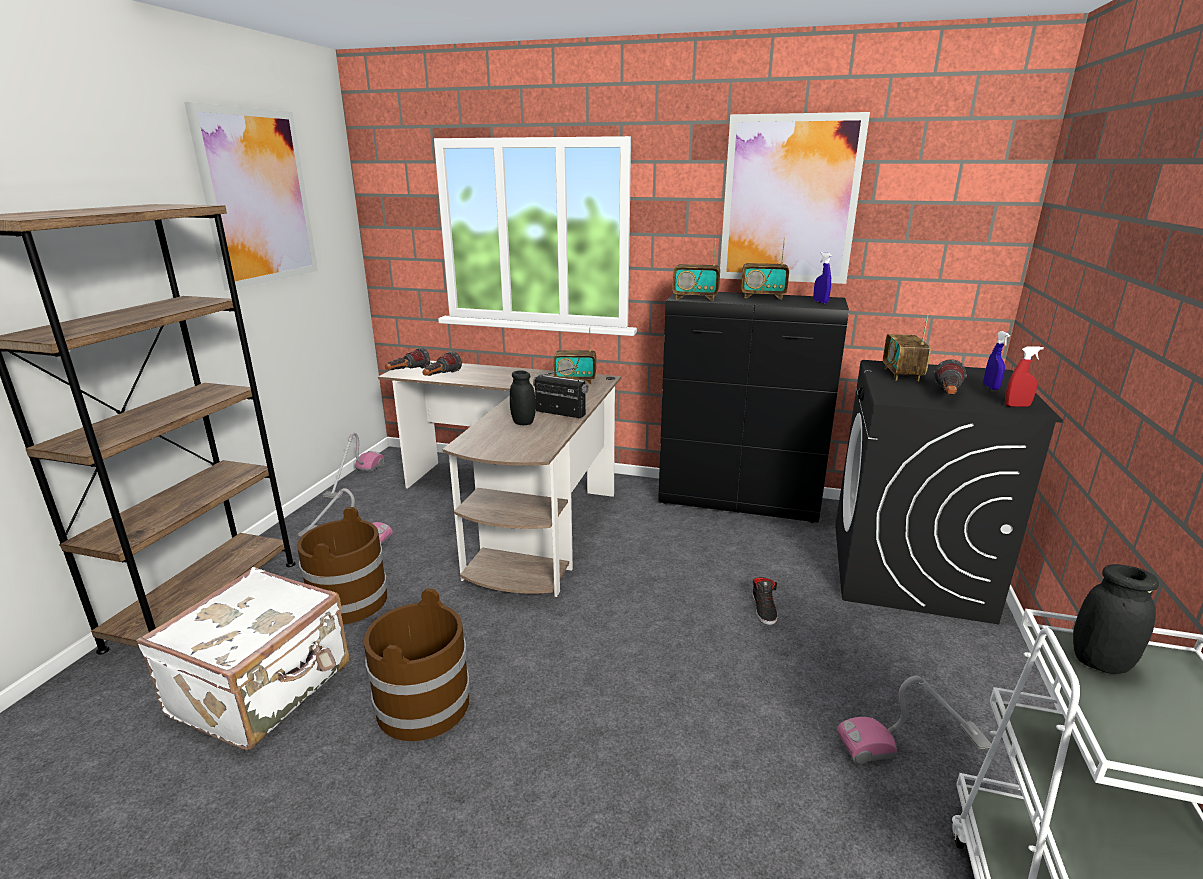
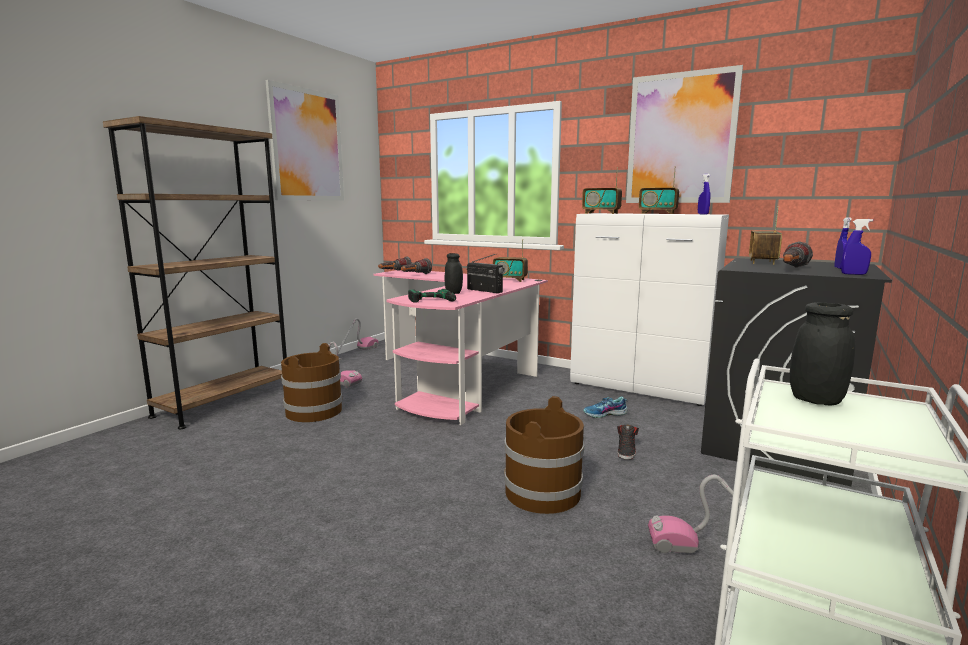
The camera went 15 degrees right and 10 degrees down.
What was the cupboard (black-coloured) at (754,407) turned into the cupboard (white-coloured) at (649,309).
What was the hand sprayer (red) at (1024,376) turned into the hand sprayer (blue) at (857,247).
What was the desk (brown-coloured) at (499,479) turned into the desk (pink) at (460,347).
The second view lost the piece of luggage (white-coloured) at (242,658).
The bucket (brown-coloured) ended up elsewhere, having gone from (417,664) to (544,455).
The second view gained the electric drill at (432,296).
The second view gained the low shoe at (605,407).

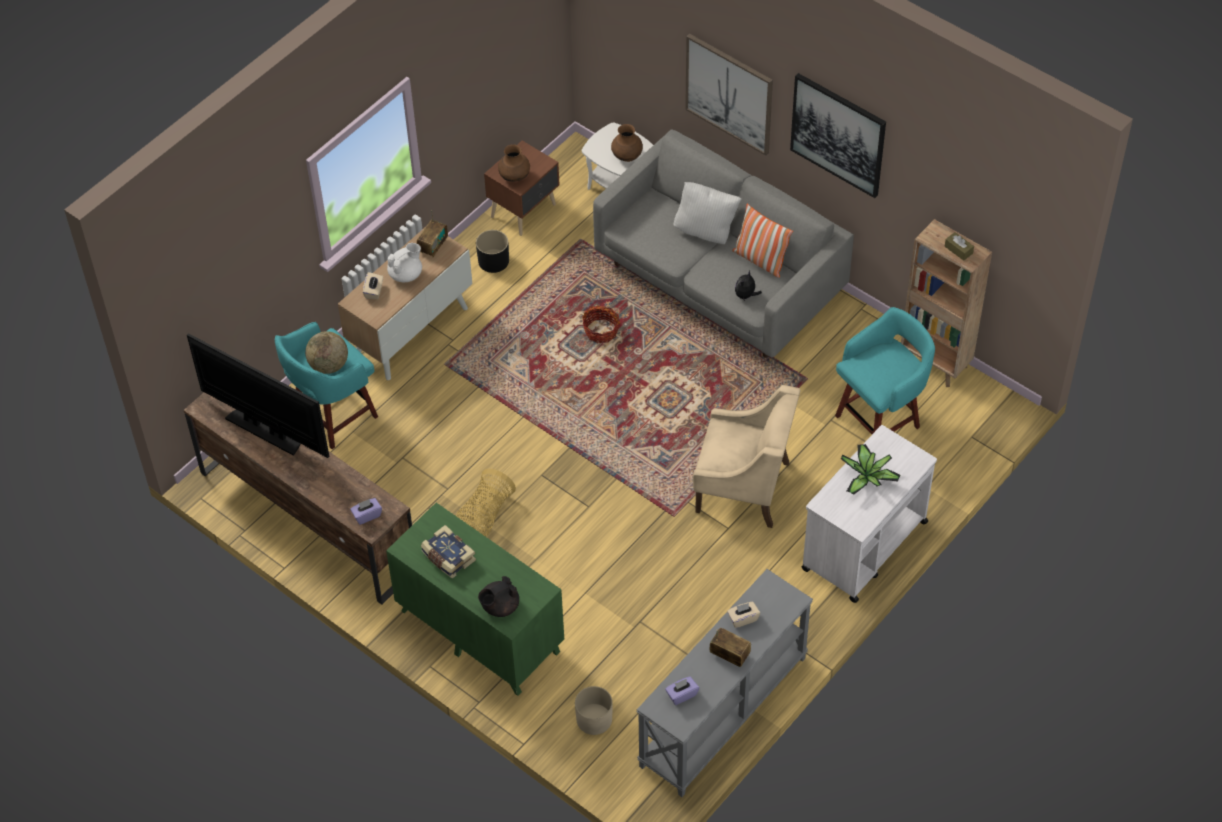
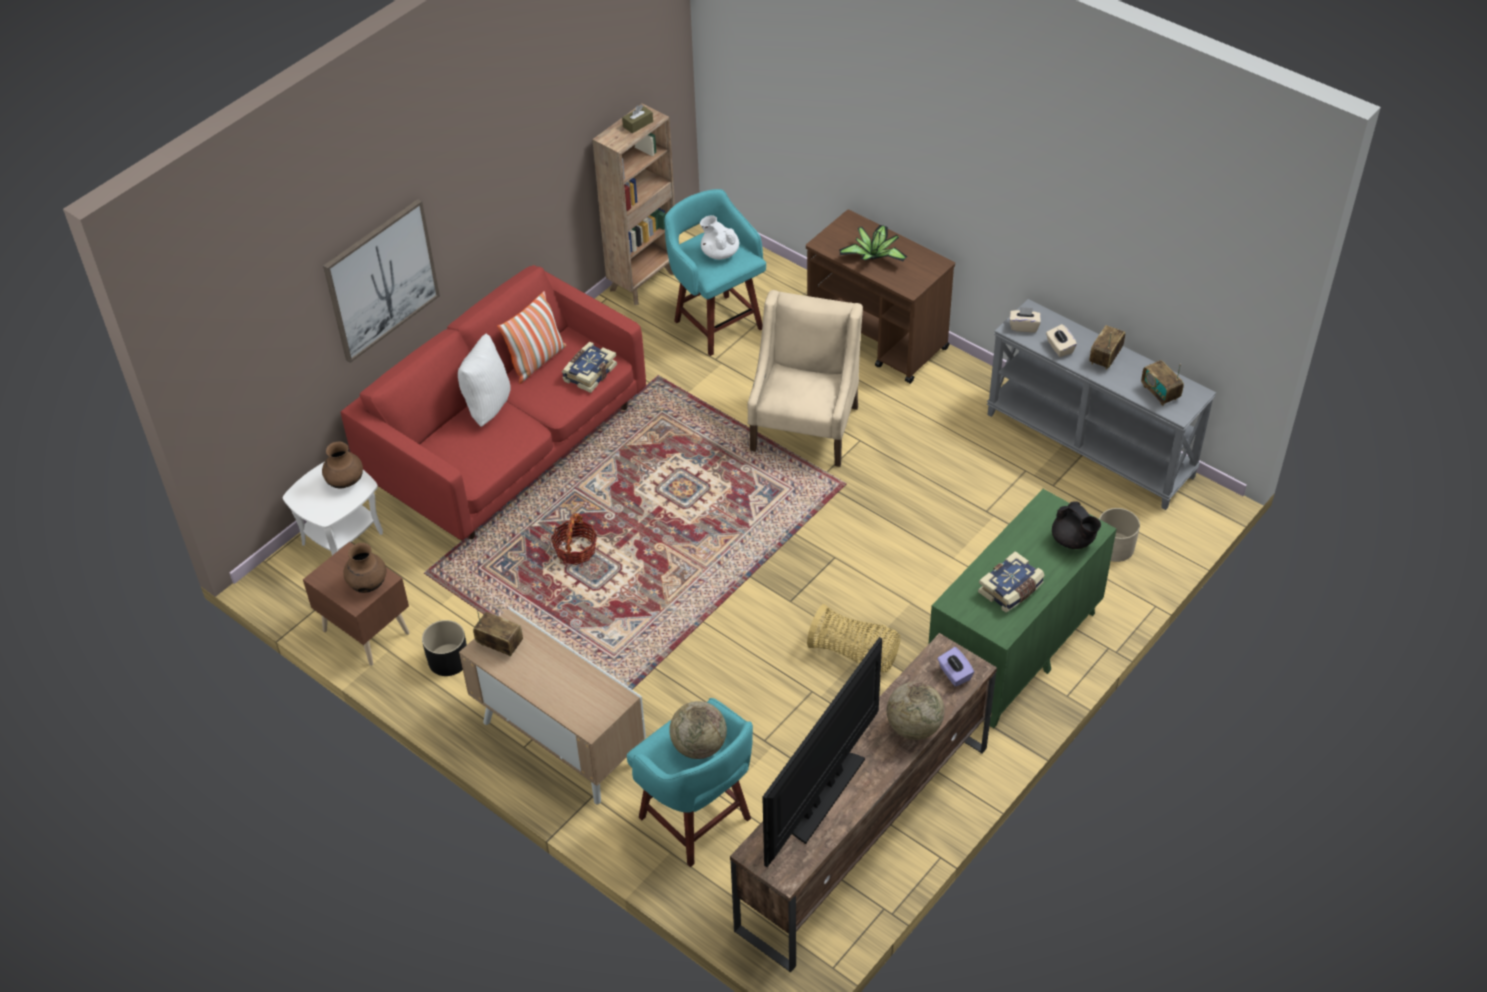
The camera went 90 degrees left and 5 degrees down.
The second view lost the wall art at (838,135).
What was the couch (greyish) at (723,243) turned into the couch (red) at (493,402).
The teapot (white-coloured) ended up elsewhere, having gone from (404,262) to (719,237).
Where the cuddly toy stood at (748,285), the bound book came to stand at (589,367).
The box of tissues (sand-coloured) ended up elsewhere, having gone from (373,286) to (1025,319).
What was the wheeled cart (white-coloured) at (869,514) turned into the wheeled cart (brown-coloured) at (880,297).
Where the box of tissues (purple-coloured) stood at (682,690), the radio set came to stand at (1162,383).
The second view gained the world globe at (916,711).

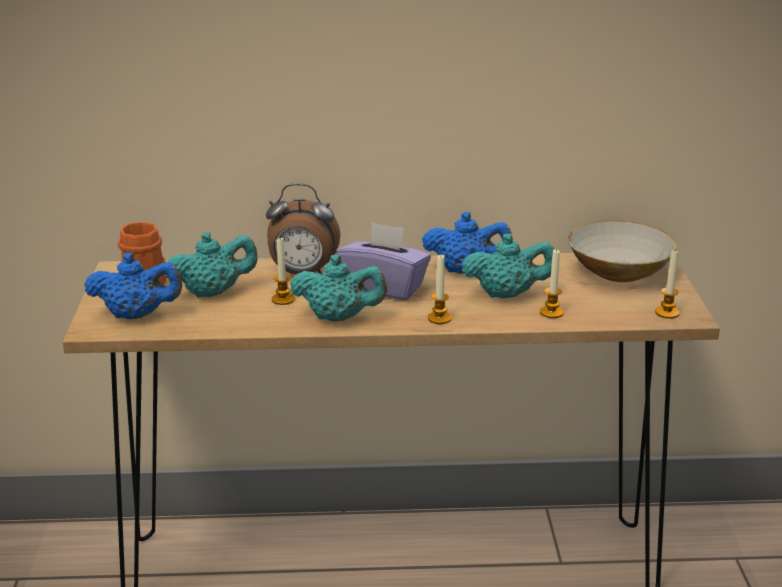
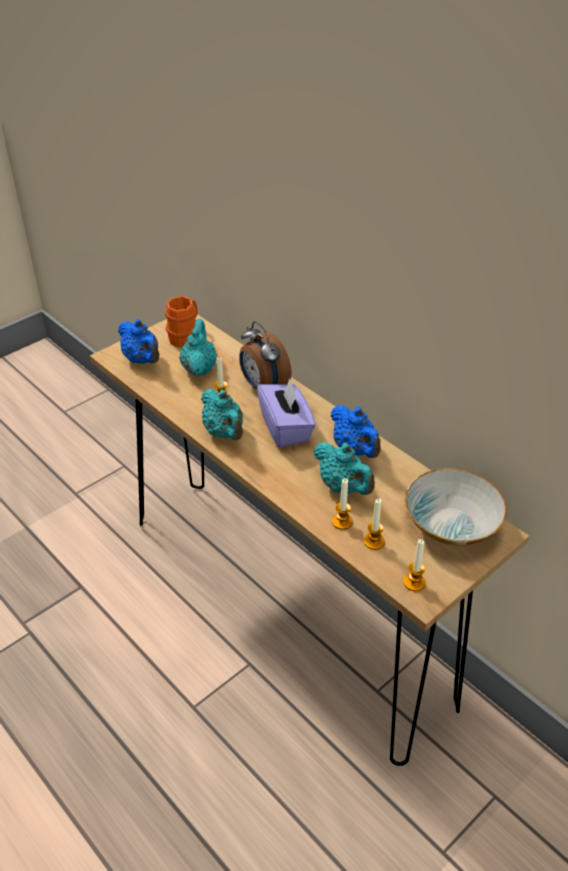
The camera went 50 degrees right and 15 degrees up.
The teapot (turquoise-coloured) at (211,265) ended up facing another way, 120 degrees counterclockwise from before.
The wax light ended up elsewhere, having gone from (440,289) to (374,524).

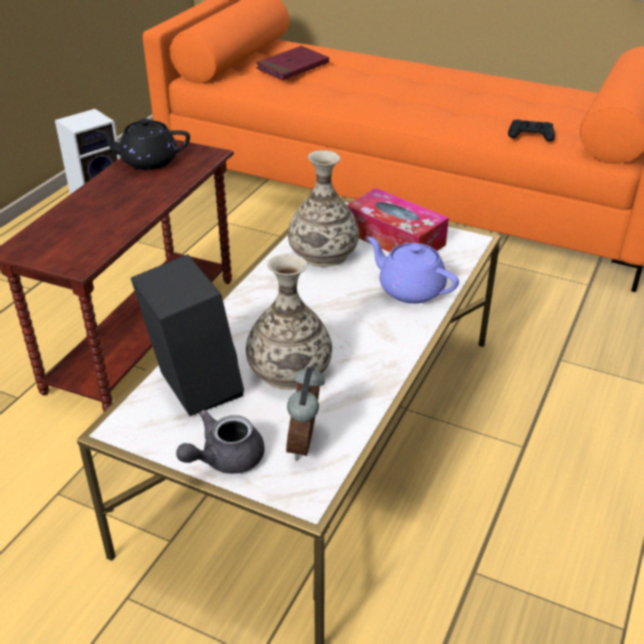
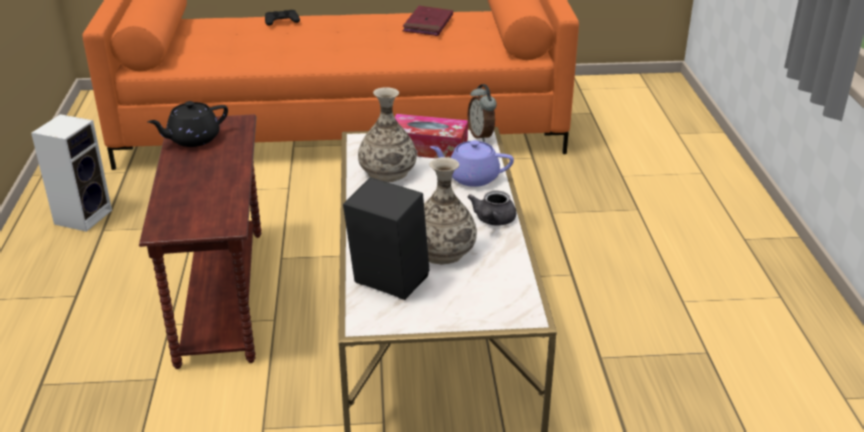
The camera went 30 degrees left and 5 degrees down.
The bound book (red) ended up elsewhere, having gone from (292,63) to (428,21).
The game controller (black-coloured) ended up elsewhere, having gone from (531,130) to (282,18).
The alarm clock ended up elsewhere, having gone from (305,413) to (482,113).
The teapot (greyish) ended up elsewhere, having gone from (220,442) to (492,208).

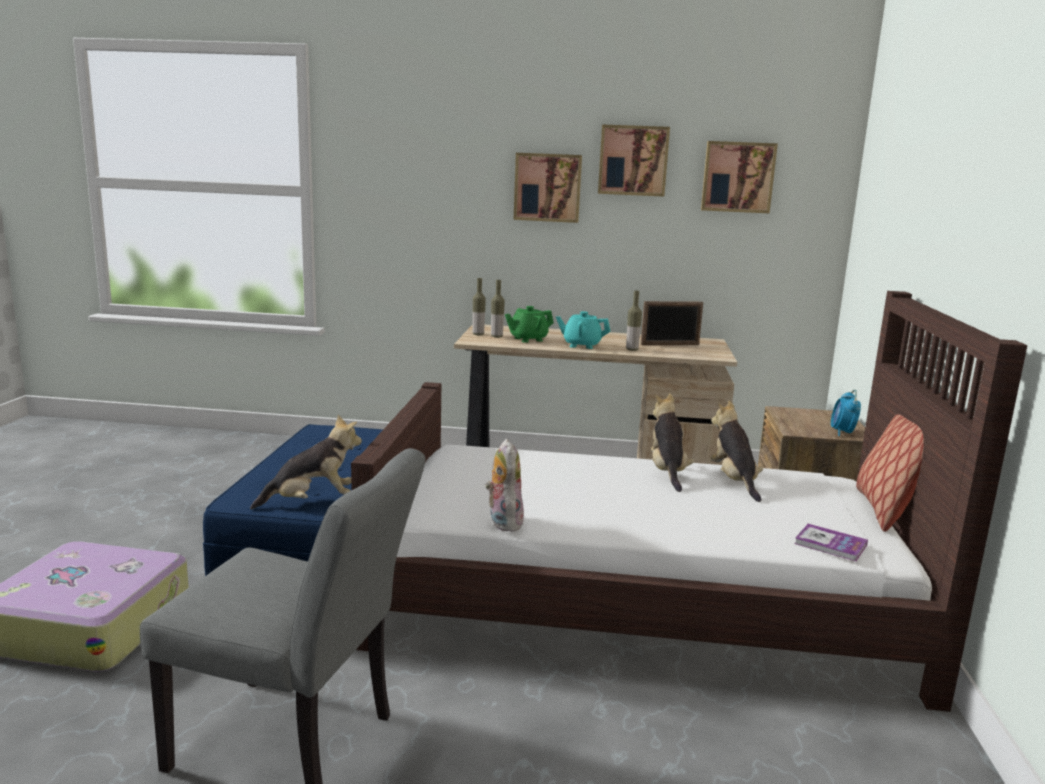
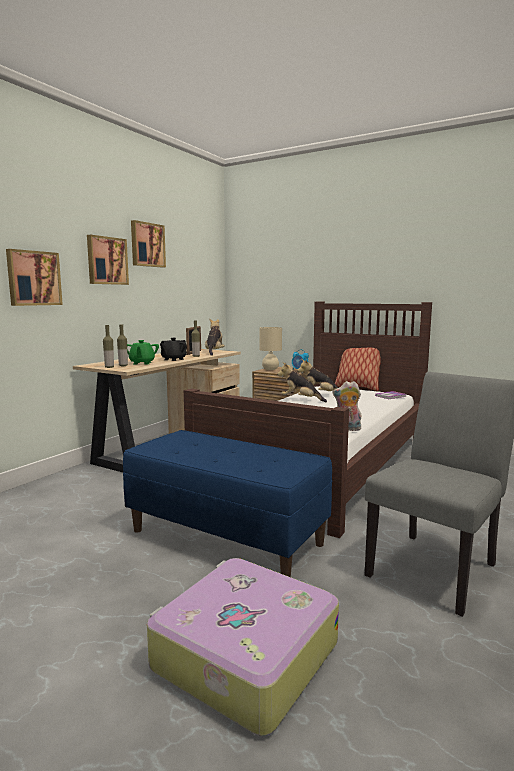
The camera went 65 degrees left and 5 degrees down.
The wall art ended up elsewhere, having gone from (739,177) to (34,277).
What was the teapot (turquoise-coloured) at (583,330) turned into the teapot (black-coloured) at (173,349).
The cuddly toy ended up elsewhere, having gone from (306,462) to (215,337).
The second view gained the table lamp (sand-coloured) at (270,348).

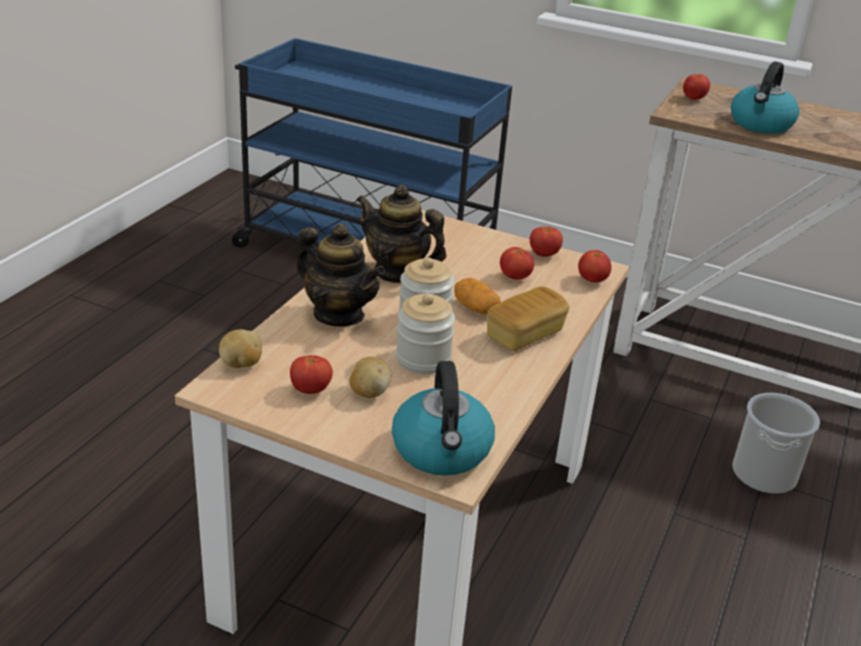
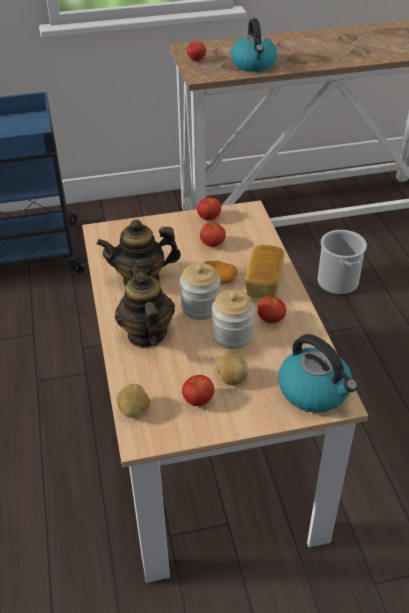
The camera went 35 degrees left and 10 degrees up.
The teapot at (340,275) ended up facing another way, 105 degrees counterclockwise from before.
The tomato ended up elsewhere, having gone from (595,266) to (271,309).

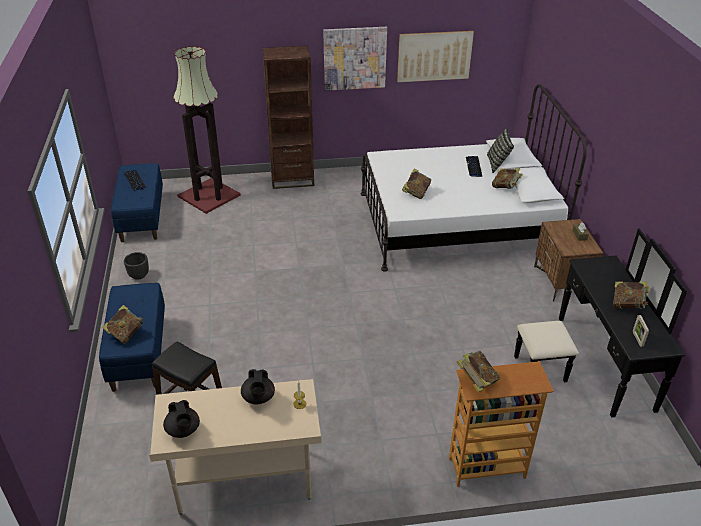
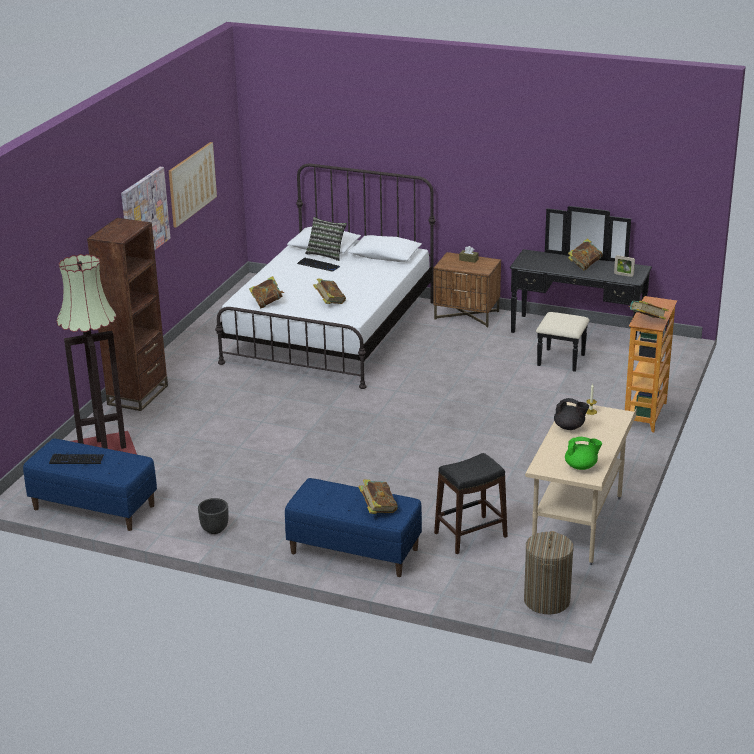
The camera went 60 degrees left and 10 degrees down.
The bound book ended up elsewhere, having gone from (507,178) to (266,292).
What was the teapot (black-coloured) at (181,419) turned into the teapot (green-coloured) at (583,453).
The second view gained the washing basket at (549,572).

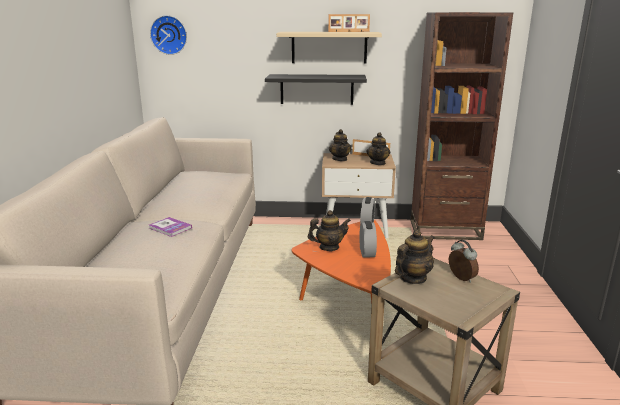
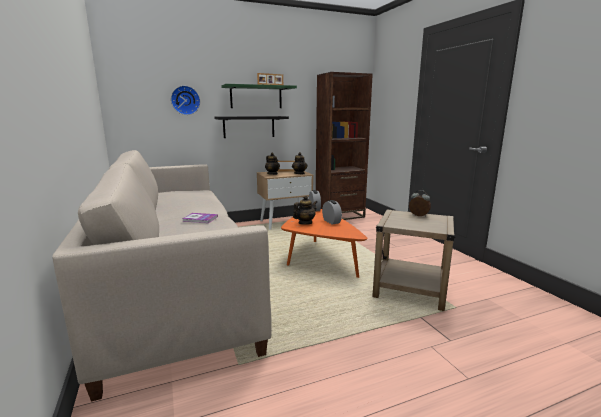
The camera went 25 degrees left and 5 degrees down.
The clock on the wall ended up elsewhere, having gone from (168,35) to (185,100).
What was the wall shelf (sand-coloured) at (329,48) turned into the wall shelf (green-coloured) at (259,96).
The second view lost the teapot at (415,257).

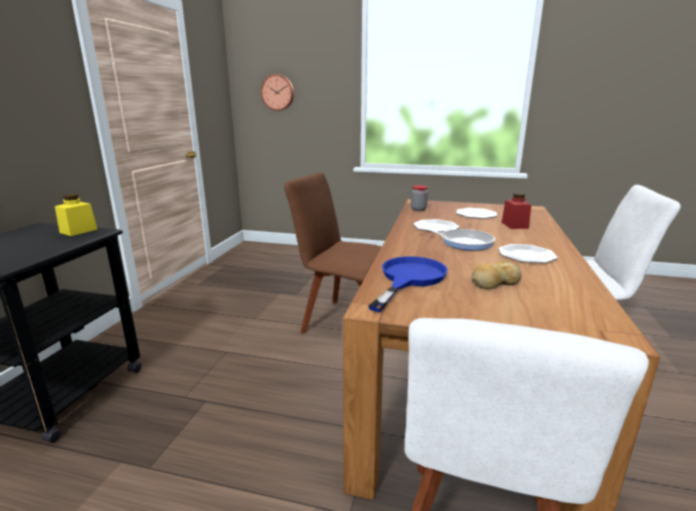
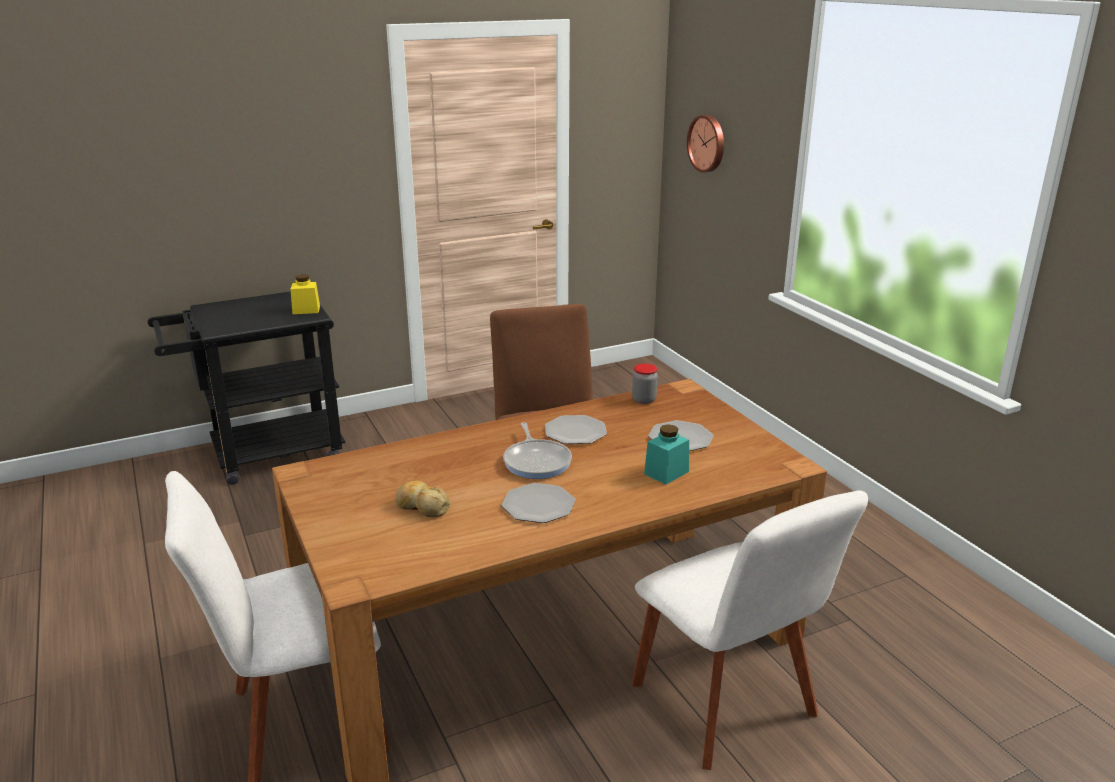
The camera went 50 degrees right and 5 degrees up.
What was the jar (red) at (516,211) turned into the jar (turquoise-coloured) at (666,454).
The second view lost the pan (blue) at (408,284).

